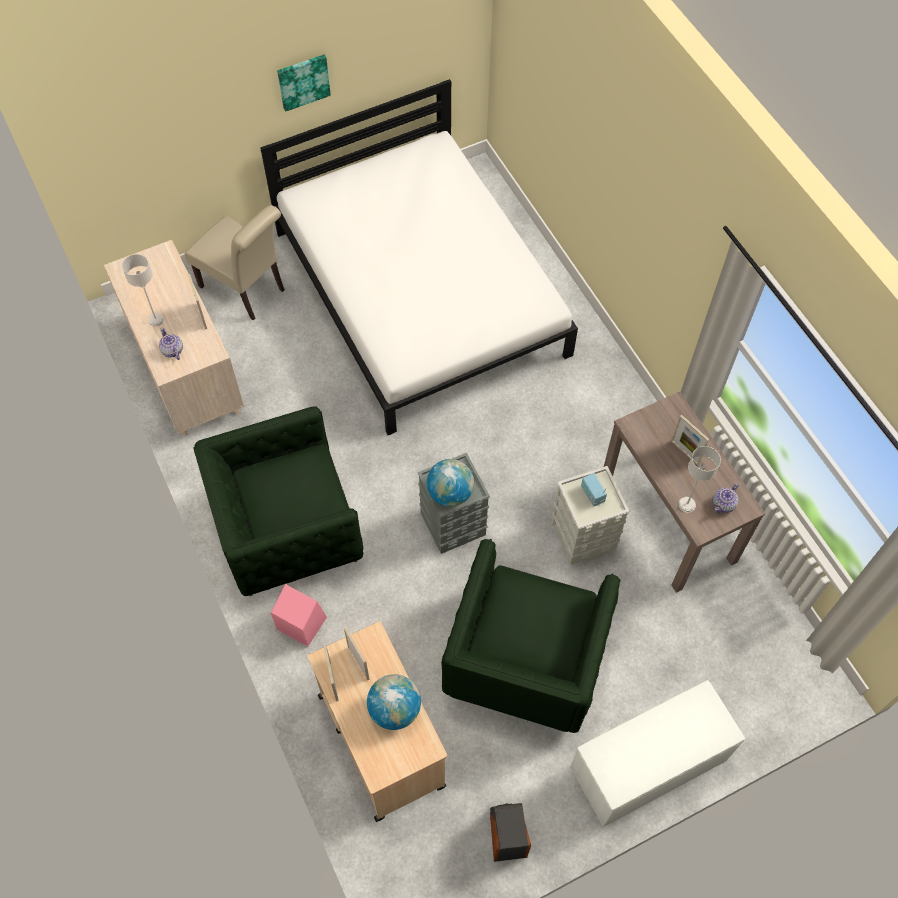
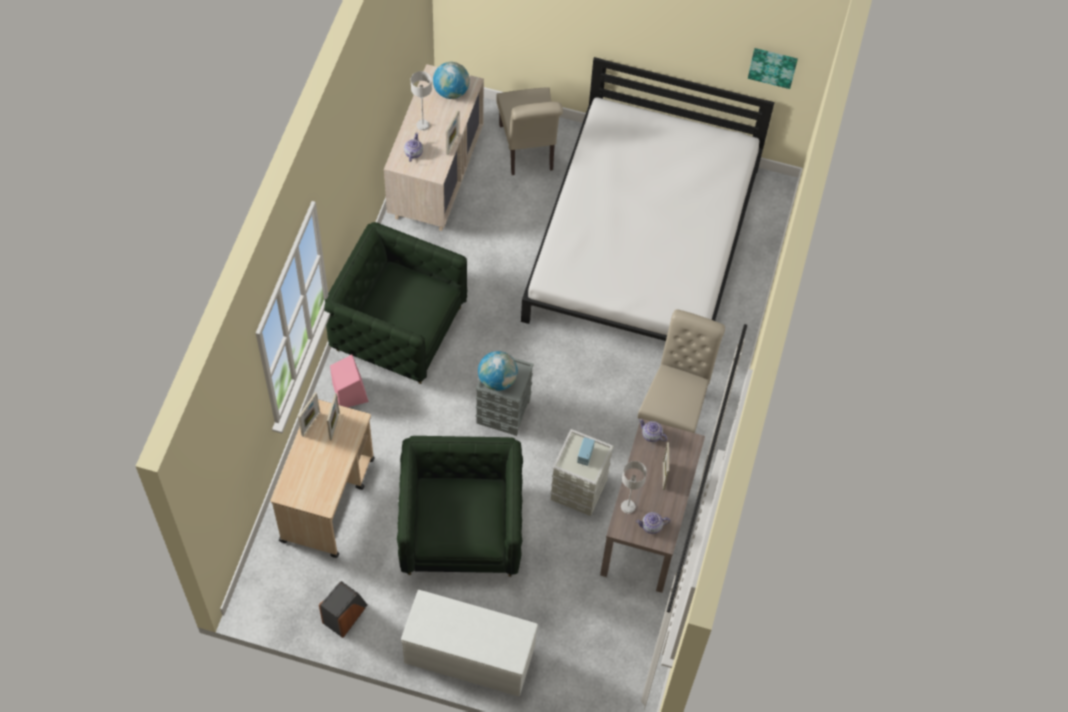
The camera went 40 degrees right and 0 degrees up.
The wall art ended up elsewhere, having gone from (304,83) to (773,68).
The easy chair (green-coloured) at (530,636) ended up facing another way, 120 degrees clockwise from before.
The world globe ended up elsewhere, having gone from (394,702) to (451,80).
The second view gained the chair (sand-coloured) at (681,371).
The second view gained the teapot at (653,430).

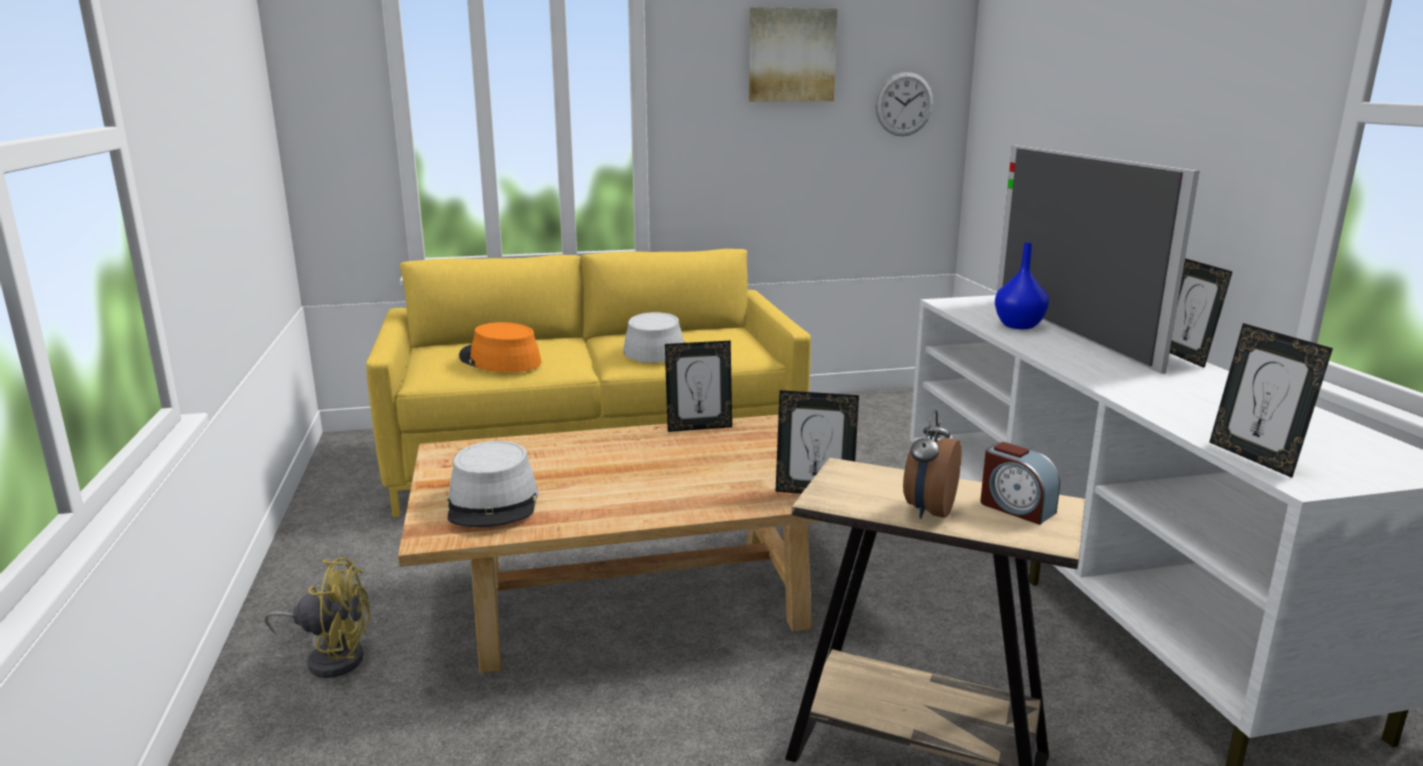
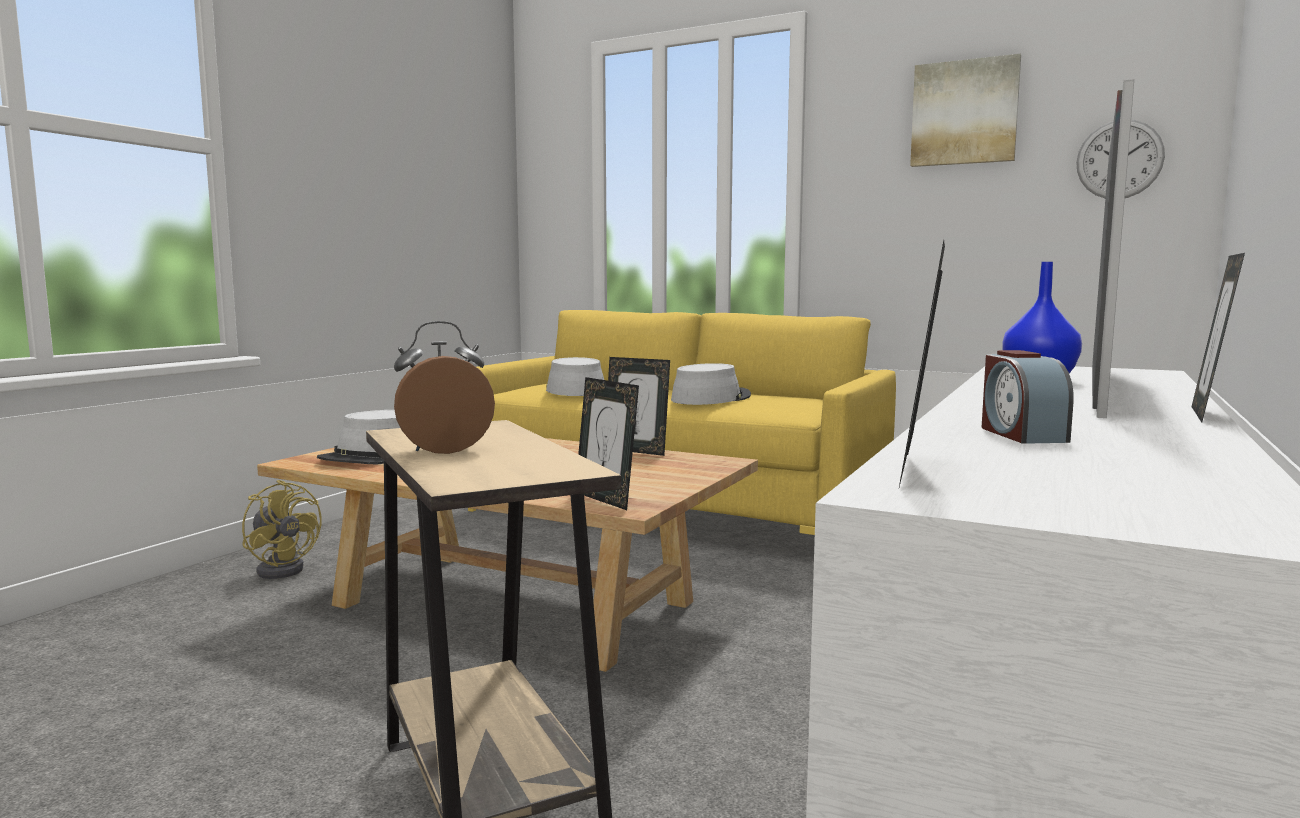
The camera went 40 degrees right and 10 degrees down.
What was the hat (orange) at (500,347) turned into the hat (greyish) at (575,376).
The alarm clock ended up elsewhere, having gone from (1020,483) to (1027,397).

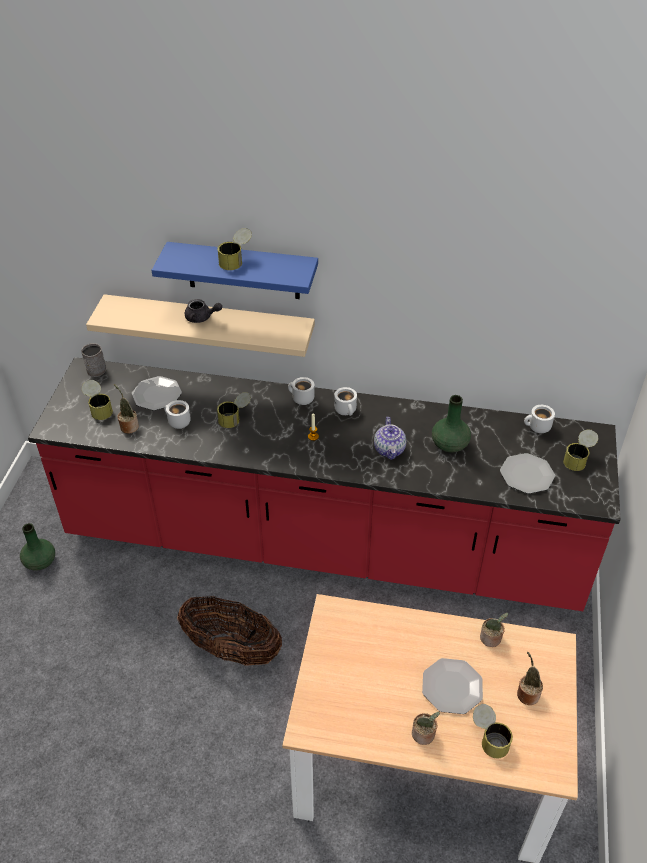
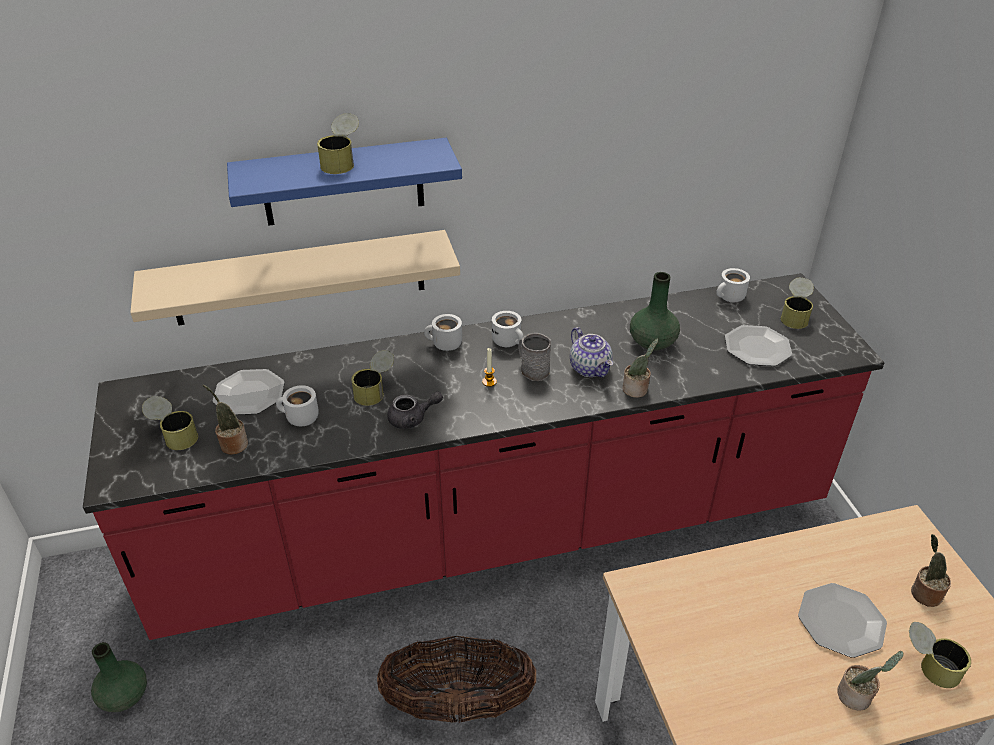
The camera went 25 degrees left and 5 degrees down.
The teapot (greyish) ended up elsewhere, having gone from (203,311) to (415,410).
The coffee mug (greyish) ended up elsewhere, having gone from (93,360) to (534,357).
The potted plant ended up elsewhere, having gone from (494,630) to (640,368).

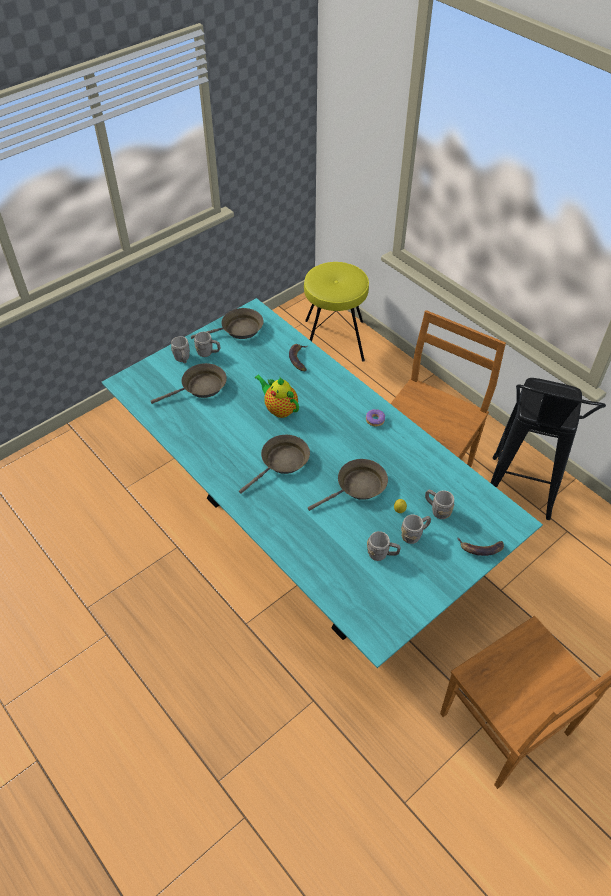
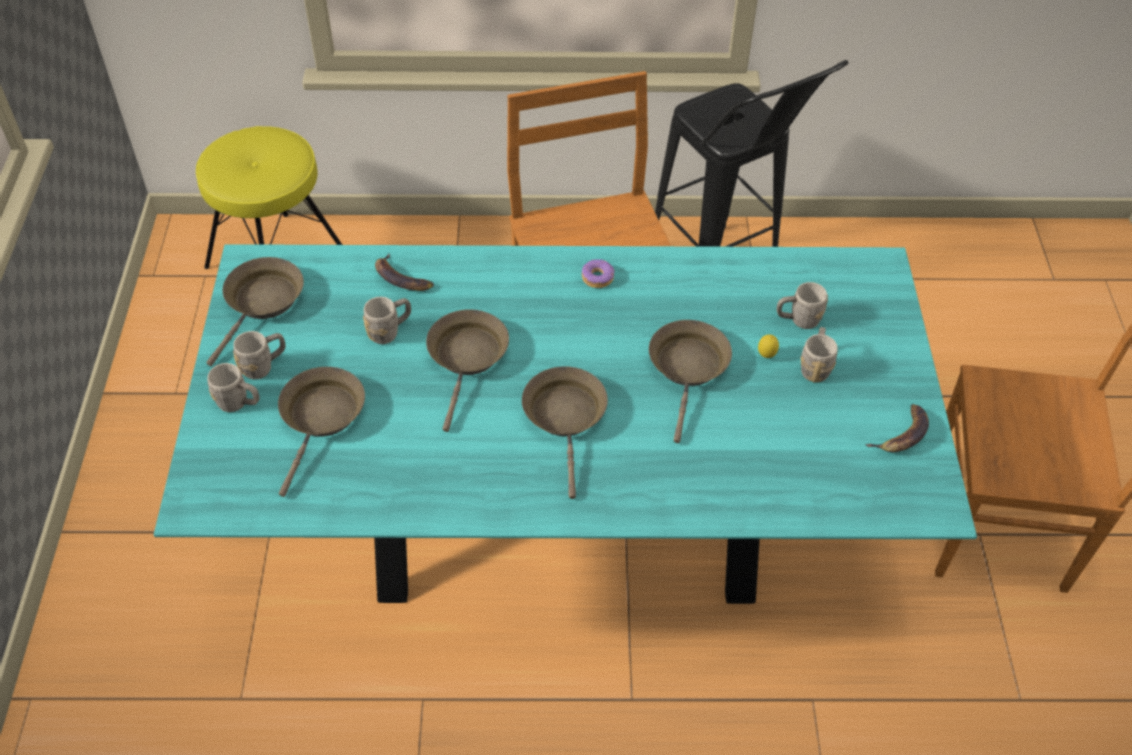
The camera went 50 degrees left and 0 degrees up.
Where the teapot stood at (276,396), the pan (brown-coloured) came to stand at (467,370).
The coffee mug (greyish) ended up elsewhere, having gone from (384,546) to (387,320).
The whole banana ended up elsewhere, having gone from (480,546) to (897,428).

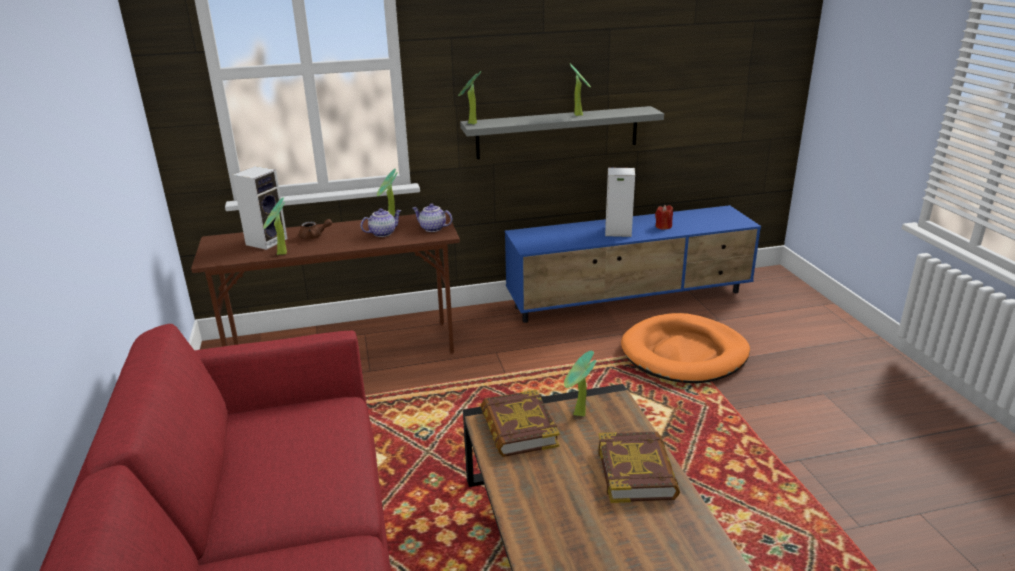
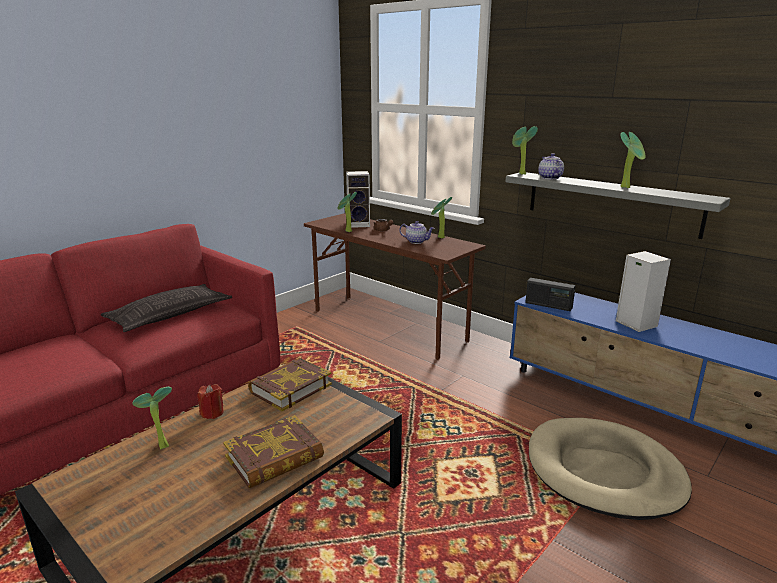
The camera went 55 degrees right and 5 degrees down.
The teapot ended up elsewhere, having gone from (432,218) to (551,166).
The wax light (red) ended up elsewhere, having gone from (664,217) to (210,401).
What was the pet bed (orange) at (685,348) turned into the pet bed (sand-coloured) at (610,469).
The potted plant ended up elsewhere, having gone from (580,383) to (152,418).
The second view gained the radio set at (550,294).
The second view gained the cushion at (166,308).

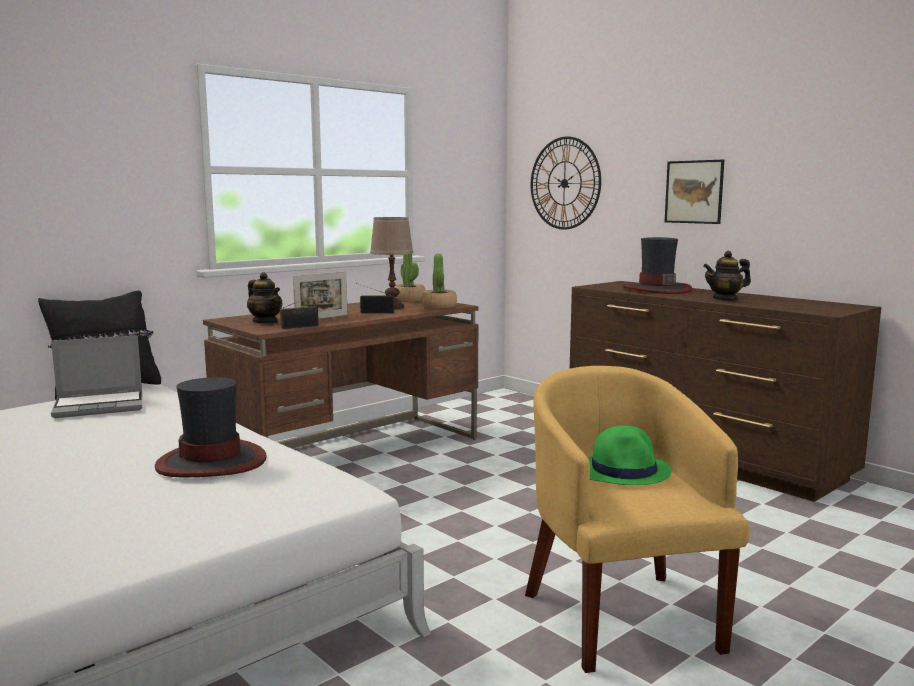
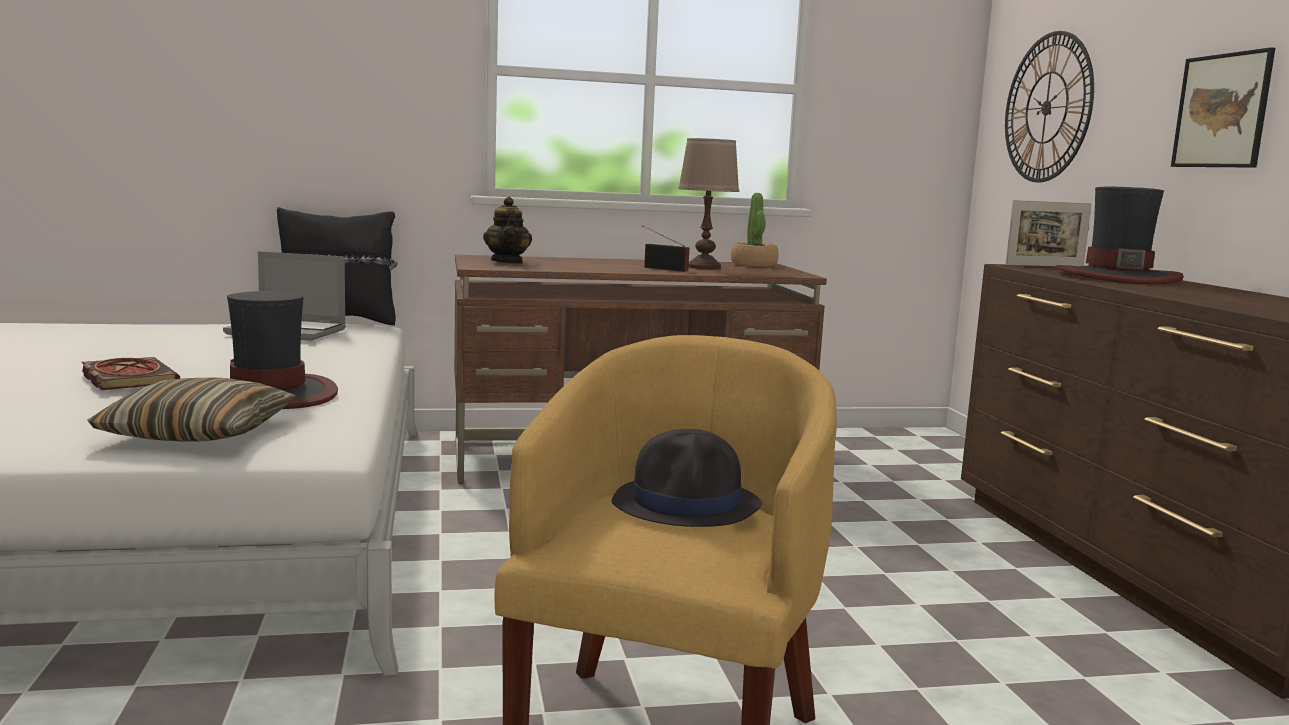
The camera went 30 degrees right and 0 degrees up.
The second view lost the teapot at (727,276).
The second view lost the potted plant at (439,281).
The photo frame ended up elsewhere, having gone from (320,295) to (1048,233).
The second view lost the radio set at (300,310).
What was the hat (green-coloured) at (629,455) turned into the hat (black-coloured) at (687,478).
The second view gained the bound book at (131,373).
The second view gained the cushion at (191,410).

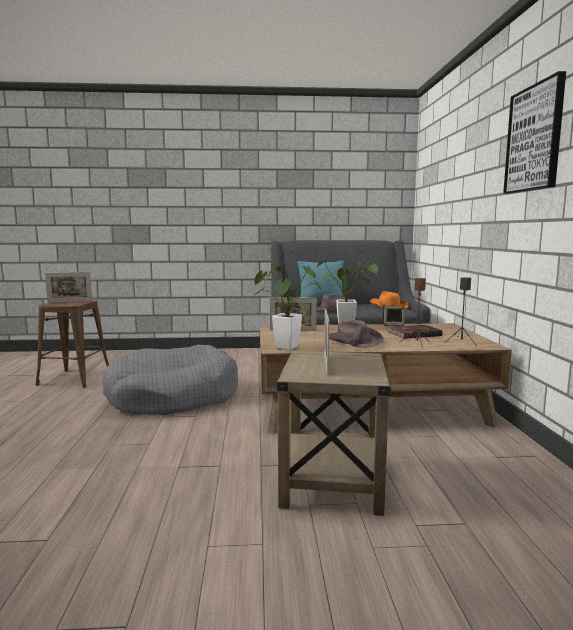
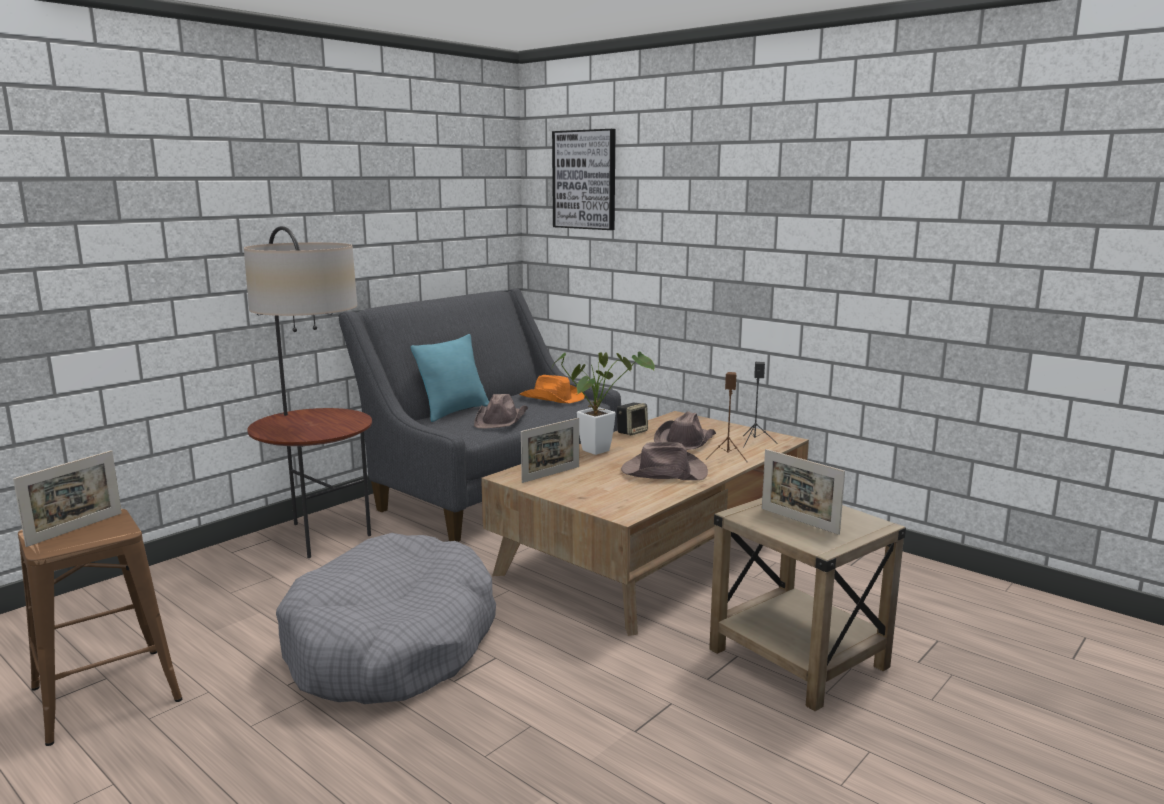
The camera went 45 degrees left and 5 degrees up.
The wall art ended up elsewhere, having gone from (534,132) to (584,179).
The second view lost the potted plant at (288,307).
Where the bound book (brown-coloured) stood at (414,332), the hat (brown-coloured) came to stand at (685,430).
The second view gained the standing lamp at (308,392).

